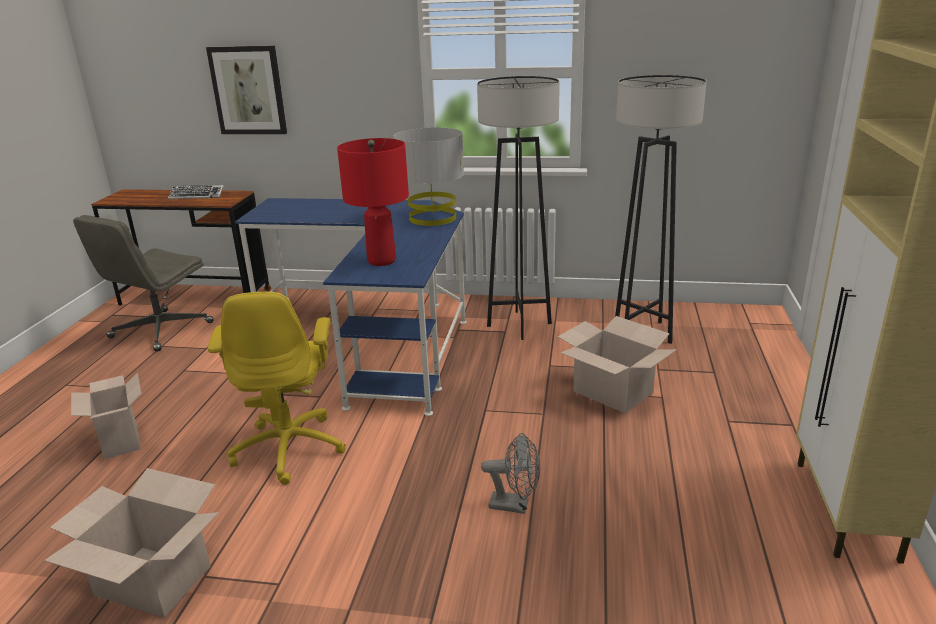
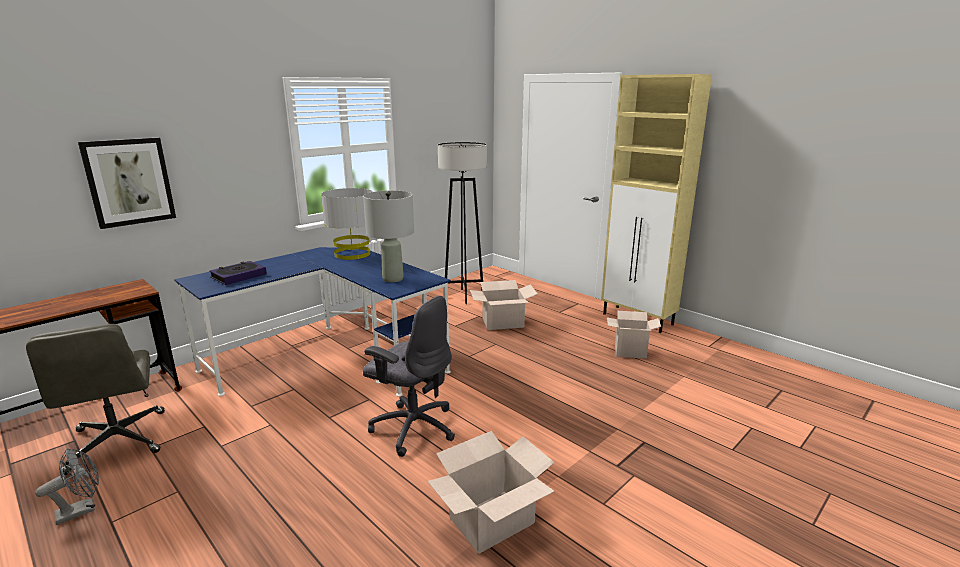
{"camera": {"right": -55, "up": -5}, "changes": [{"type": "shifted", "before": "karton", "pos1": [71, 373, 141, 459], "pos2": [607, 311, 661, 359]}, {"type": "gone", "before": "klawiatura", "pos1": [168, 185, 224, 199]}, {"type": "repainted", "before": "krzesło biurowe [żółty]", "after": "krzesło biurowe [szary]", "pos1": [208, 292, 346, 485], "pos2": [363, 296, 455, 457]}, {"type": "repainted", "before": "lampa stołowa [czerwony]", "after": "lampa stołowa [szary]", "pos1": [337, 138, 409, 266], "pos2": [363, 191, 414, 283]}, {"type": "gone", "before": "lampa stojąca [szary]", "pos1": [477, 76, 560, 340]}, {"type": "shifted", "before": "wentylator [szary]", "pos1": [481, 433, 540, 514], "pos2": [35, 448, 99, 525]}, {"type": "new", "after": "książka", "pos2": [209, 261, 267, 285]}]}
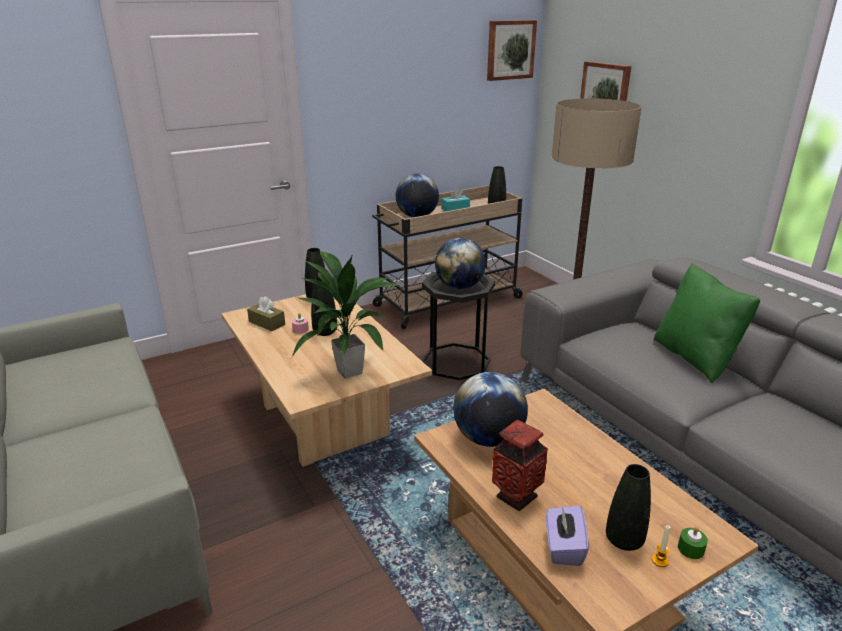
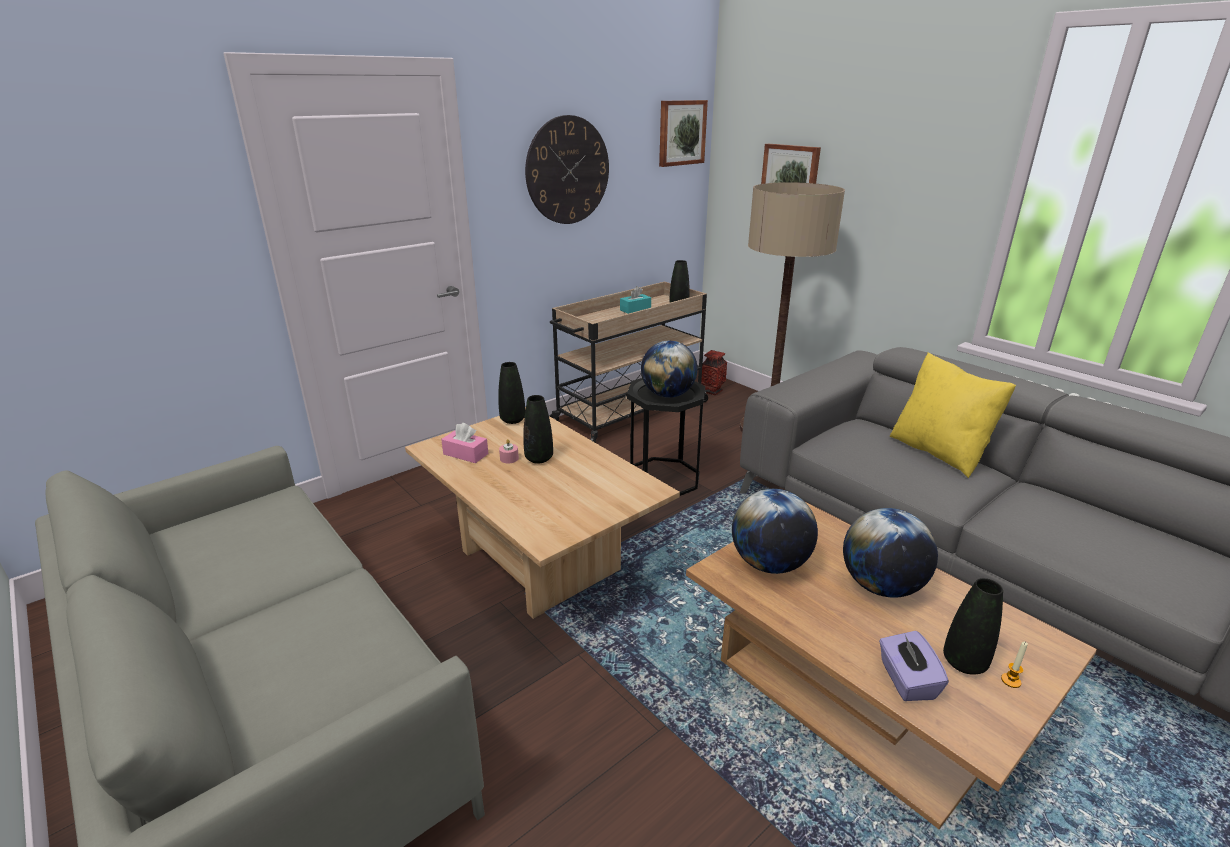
{"camera": {"right": -10, "up": 0}, "changes": [{"type": "repainted", "before": "pudełko chusteczek [brązowy]", "after": "pudełko chusteczek [różowy]", "pos1": [247, 296, 285, 331], "pos2": [441, 423, 488, 463]}, {"type": "gone", "before": "roślina doniczkowa", "pos1": [291, 250, 399, 379]}, {"type": "shifted", "before": "globus", "pos1": [396, 174, 439, 217], "pos2": [843, 508, 938, 598]}, {"type": "shifted", "before": "wazon", "pos1": [492, 420, 548, 511], "pos2": [701, 350, 727, 395]}, {"type": "repainted", "before": "poduszka [zielony]", "after": "poduszka [żółty]", "pos1": [654, 263, 760, 383], "pos2": [890, 352, 1016, 478]}, {"type": "gone", "before": "świeca [zielony]", "pos1": [678, 527, 708, 559]}, {"type": "new", "after": "zegar ścienny", "pos2": [525, 115, 609, 224]}]}
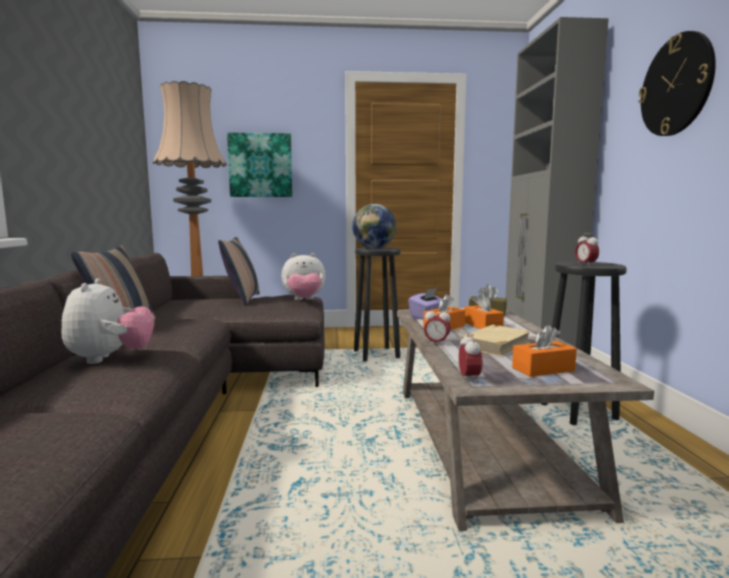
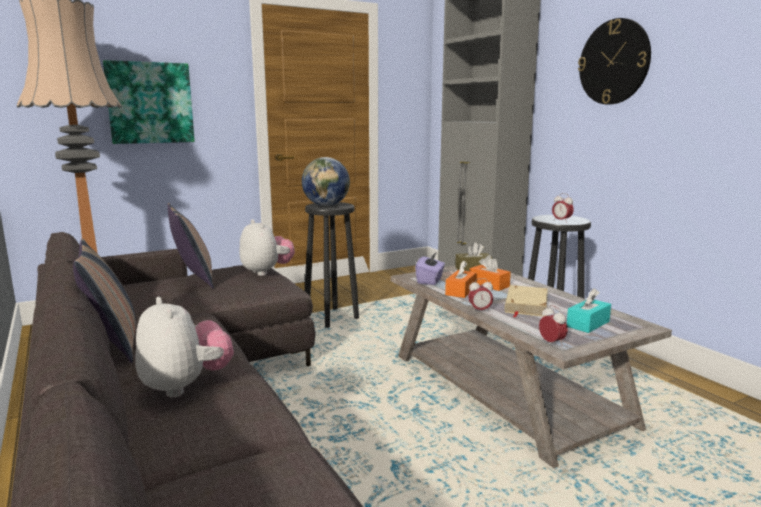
{"camera": {"right": -25, "up": 5}, "changes": [{"type": "rotated", "before": "pluszak", "pos1": [282, 253, 326, 300], "pos2": [240, 219, 295, 276], "turn": -90}, {"type": "repainted", "before": "pudełko chusteczek [pomarańczowy]", "after": "pudełko chusteczek [turkusowy]", "pos1": [512, 325, 577, 377], "pos2": [567, 288, 611, 333]}]}
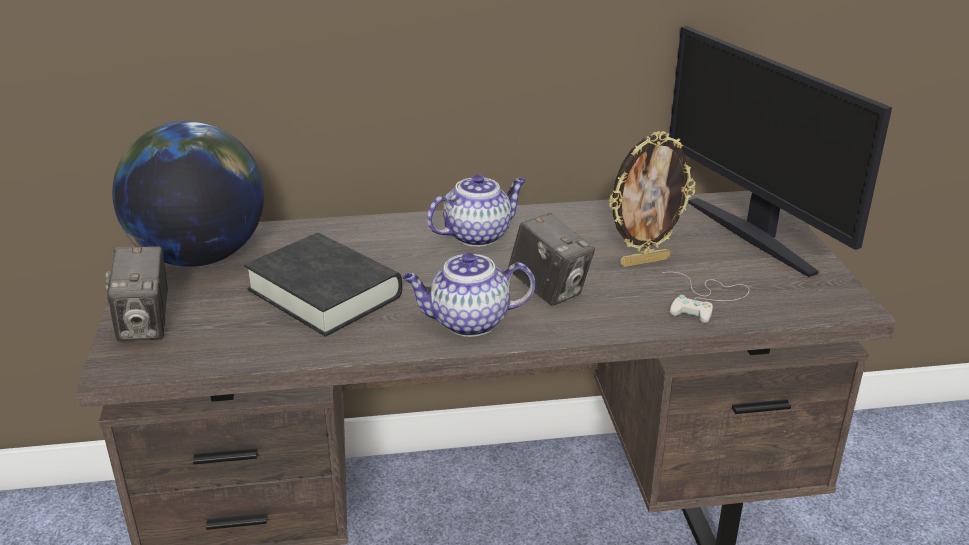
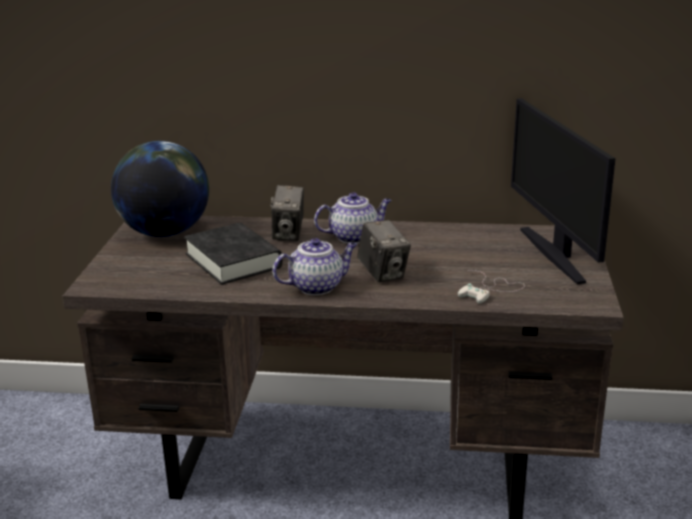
{"camera": {"right": 15, "up": -5}, "changes": [{"type": "shifted", "before": "aparat fotograficzny", "pos1": [106, 246, 168, 341], "pos2": [270, 185, 304, 241]}, {"type": "rotated", "before": "imbryk", "pos1": [402, 253, 535, 337], "pos2": [273, 238, 357, 295], "turn": 150}, {"type": "gone", "before": "ramka na zdjęcie", "pos1": [609, 131, 696, 267]}]}
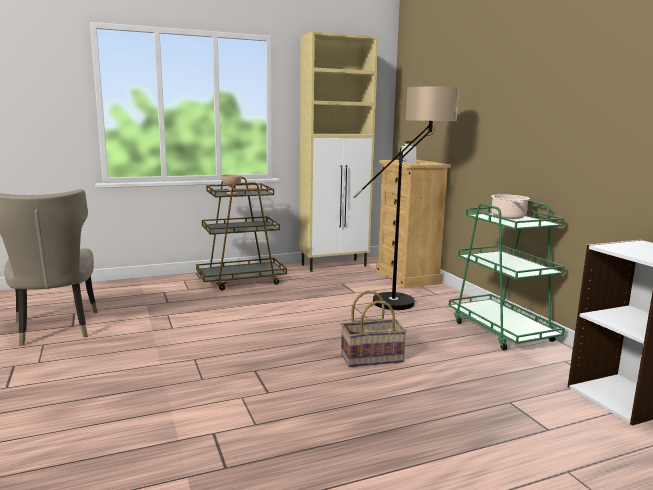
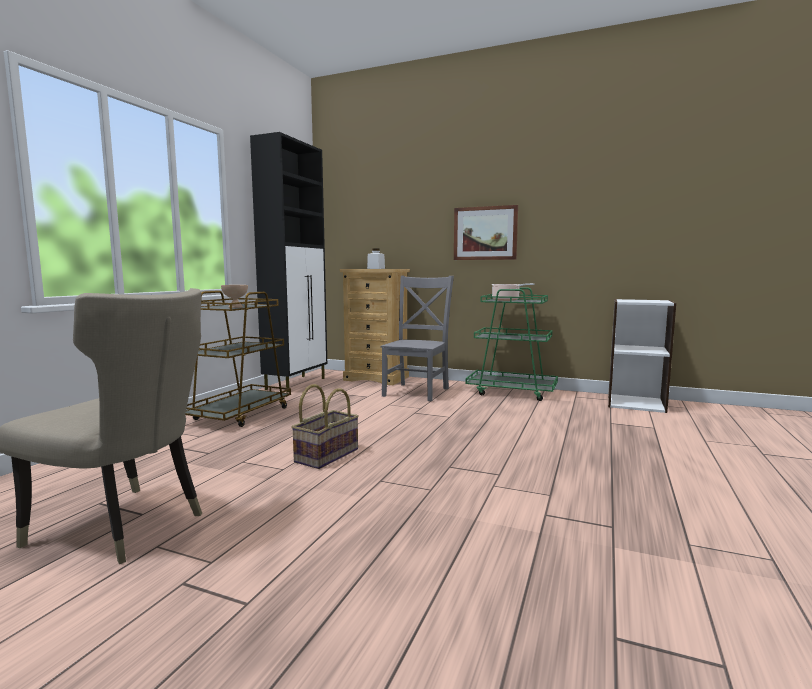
{"camera": {"right": -45, "up": -5}, "changes": [{"type": "repainted", "before": "szafka [beżowy]", "after": "szafka [czarny]", "pos1": [299, 31, 378, 272], "pos2": [250, 132, 327, 392]}, {"type": "shifted", "before": "koszyk", "pos1": [341, 291, 407, 367], "pos2": [291, 384, 359, 469]}, {"type": "swapped", "before": "lampa stojąca", "after": "krzesło [szary]", "pos1": [353, 86, 459, 310], "pos2": [380, 276, 454, 402]}, {"type": "new", "after": "obraz", "pos2": [454, 205, 518, 260]}]}
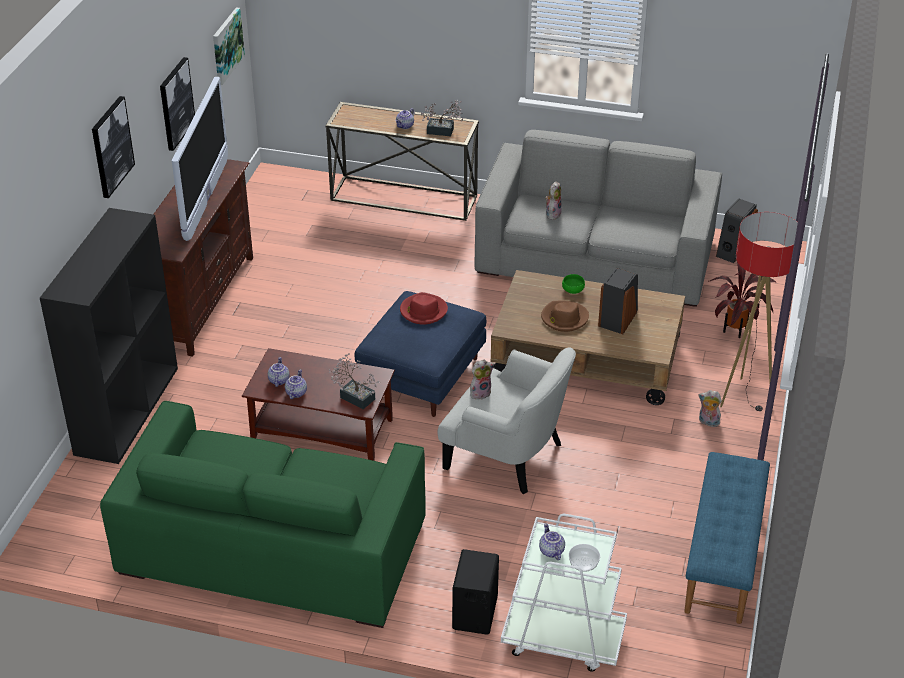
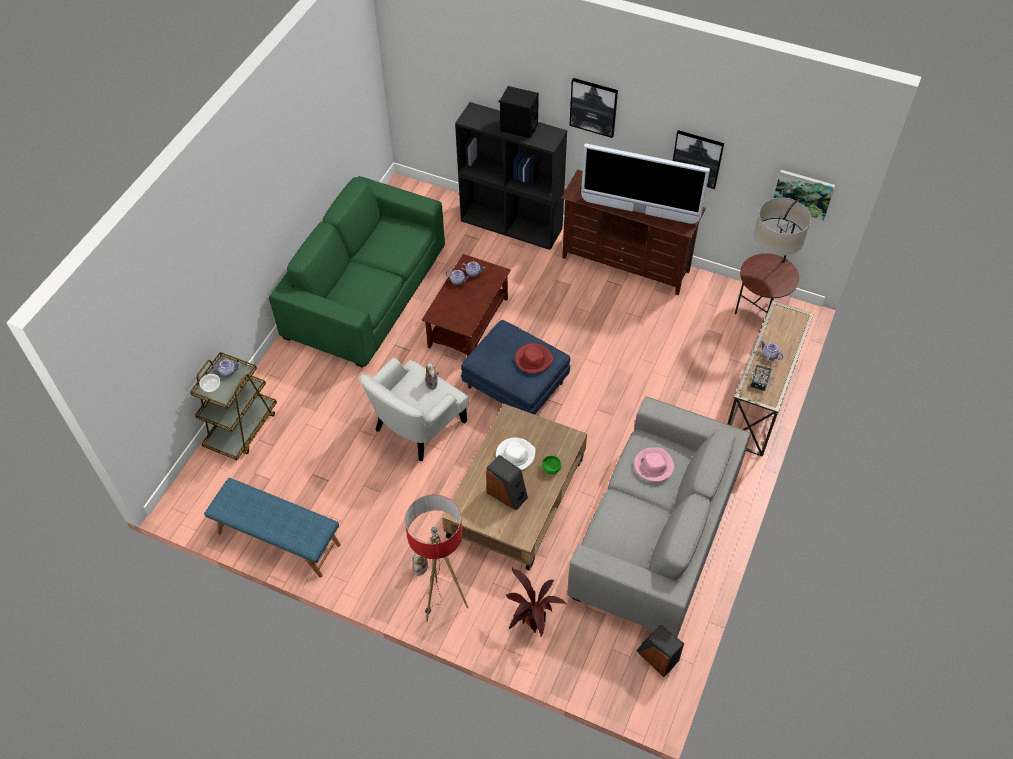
{"camera": {"right": 100, "up": 15}, "changes": [{"type": "gone", "before": "roślina doniczkowa", "pos1": [329, 354, 381, 409]}, {"type": "shifted", "before": "głośnik [czarny]", "pos1": [452, 549, 499, 635], "pos2": [499, 86, 539, 138]}, {"type": "repainted", "before": "wózek [biały]", "after": "wózek [brązowy]", "pos1": [501, 514, 627, 672], "pos2": [190, 352, 277, 460]}, {"type": "repainted", "before": "kapelusz [brązowy]", "after": "kapelusz [biały]", "pos1": [541, 301, 589, 332], "pos2": [496, 438, 536, 470]}, {"type": "swapped", "before": "pluszak", "after": "kapelusz [różowy]", "pos1": [545, 182, 562, 220], "pos2": [634, 447, 674, 482]}, {"type": "new", "after": "lampa stojąca", "pos2": [735, 197, 811, 318]}]}
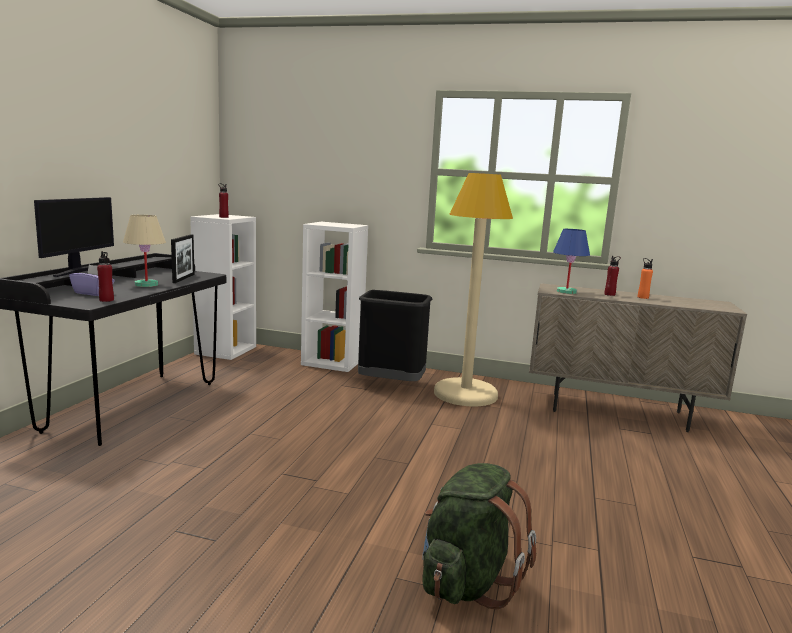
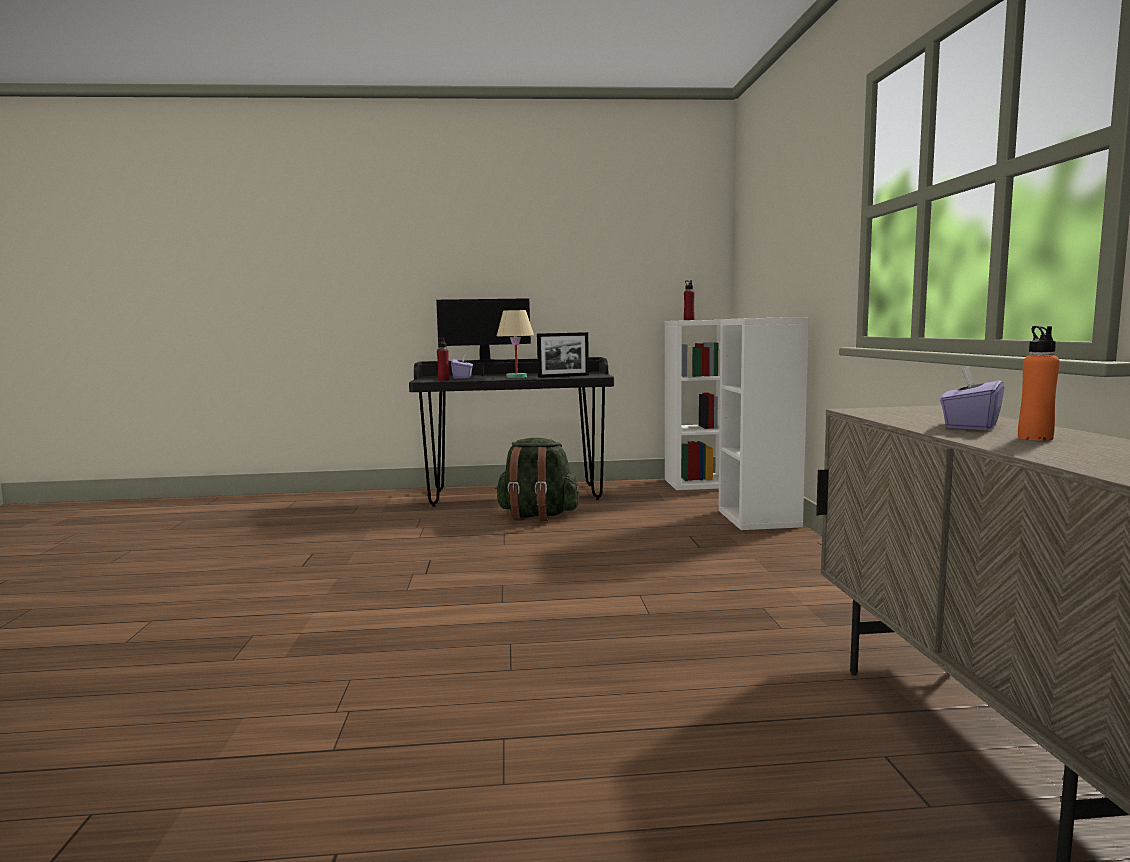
{"camera": {"right": 70, "up": -5}, "changes": [{"type": "gone", "before": "kosz na śmieci [czarny]", "pos1": [358, 290, 432, 381]}, {"type": "shifted", "before": "plecak [zielony]", "pos1": [422, 463, 536, 610], "pos2": [495, 438, 579, 521]}, {"type": "gone", "before": "lampa stojąca [beżowy]", "pos1": [434, 173, 513, 406]}, {"type": "gone", "before": "lampa stołowa [niebieski]", "pos1": [553, 229, 590, 294]}, {"type": "swapped", "before": "butelka [czerwony]", "after": "pudełko chusteczek [fioletowy]", "pos1": [604, 256, 621, 296], "pos2": [940, 366, 1005, 430]}]}
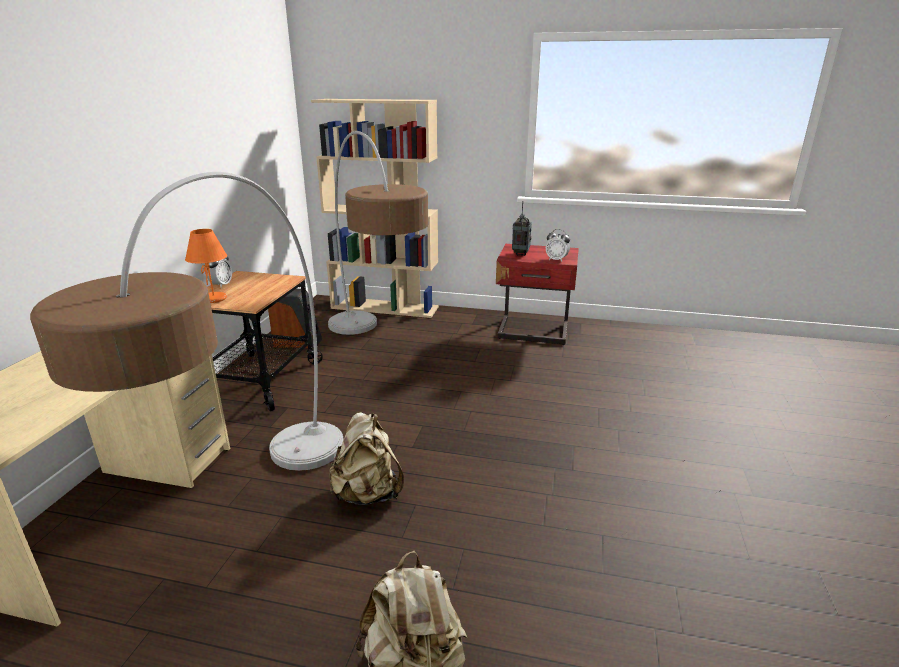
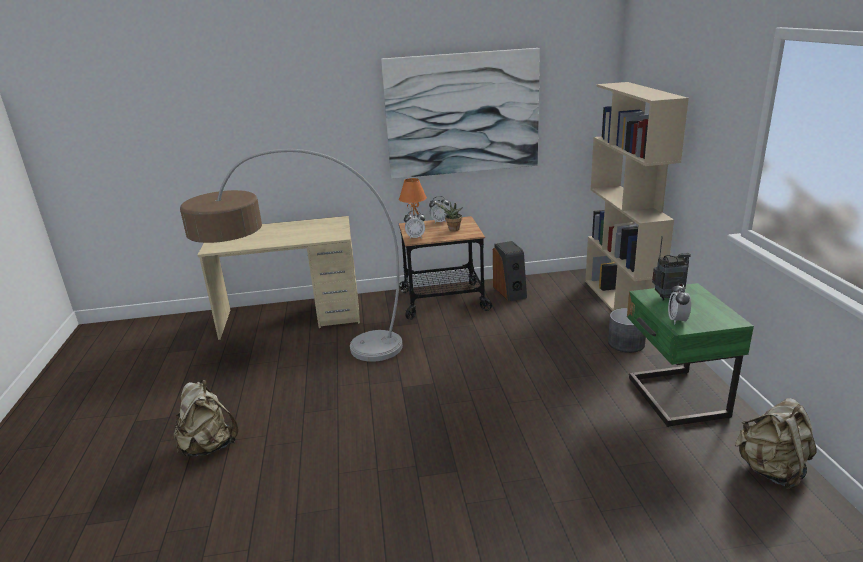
{"camera": {"right": 70, "up": 0}, "changes": [{"type": "gone", "before": "lampa stojąca", "pos1": [328, 131, 428, 335]}, {"type": "shifted", "before": "plecak [beżowy]", "pos1": [329, 412, 404, 505], "pos2": [735, 398, 817, 489]}, {"type": "repainted", "before": "szafka nocna [czerwony]", "after": "szafka nocna [zielony]", "pos1": [496, 244, 579, 345], "pos2": [627, 283, 754, 427]}, {"type": "new", "after": "obraz", "pos2": [381, 48, 540, 179]}, {"type": "new", "after": "budzik", "pos2": [404, 210, 425, 239]}, {"type": "new", "after": "roślina doniczkowa", "pos2": [434, 202, 462, 231]}, {"type": "new", "after": "donica [szary]", "pos2": [608, 308, 646, 353]}]}
